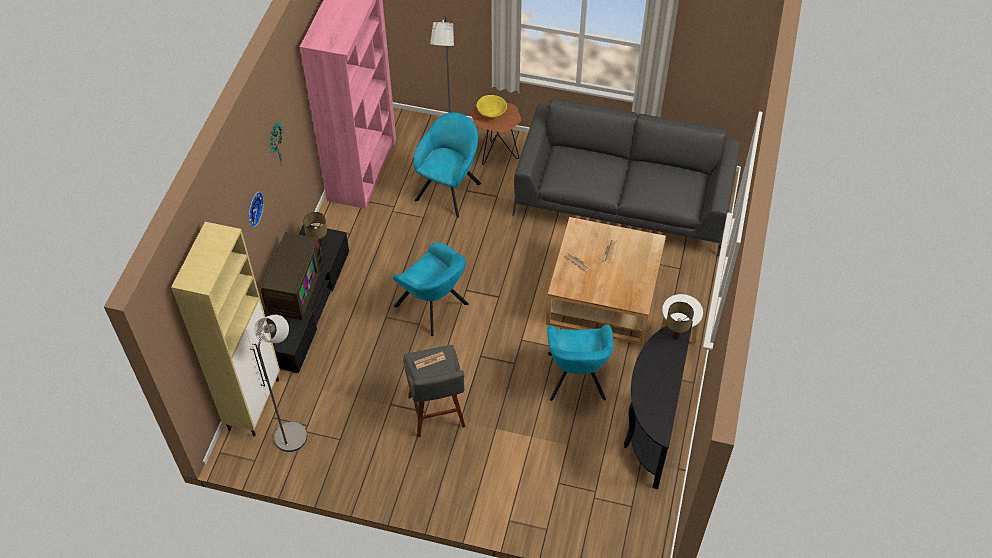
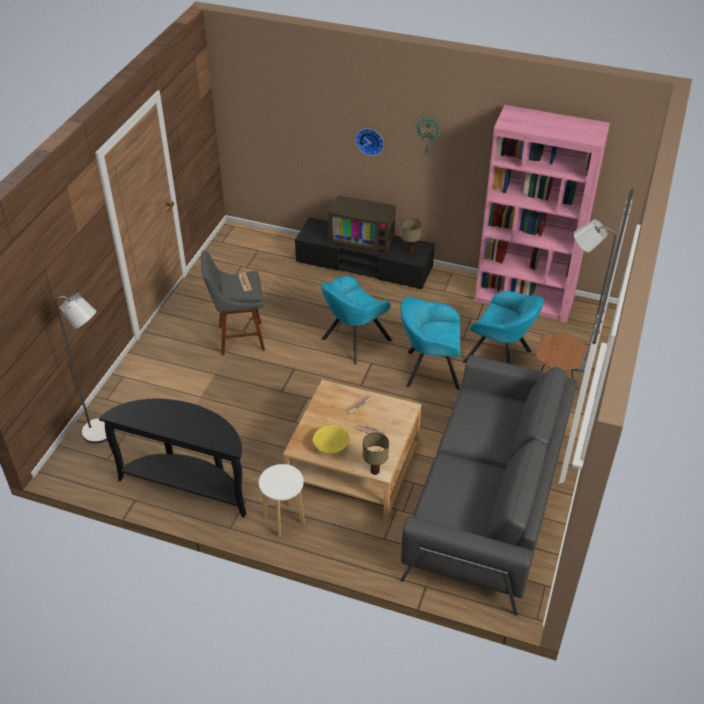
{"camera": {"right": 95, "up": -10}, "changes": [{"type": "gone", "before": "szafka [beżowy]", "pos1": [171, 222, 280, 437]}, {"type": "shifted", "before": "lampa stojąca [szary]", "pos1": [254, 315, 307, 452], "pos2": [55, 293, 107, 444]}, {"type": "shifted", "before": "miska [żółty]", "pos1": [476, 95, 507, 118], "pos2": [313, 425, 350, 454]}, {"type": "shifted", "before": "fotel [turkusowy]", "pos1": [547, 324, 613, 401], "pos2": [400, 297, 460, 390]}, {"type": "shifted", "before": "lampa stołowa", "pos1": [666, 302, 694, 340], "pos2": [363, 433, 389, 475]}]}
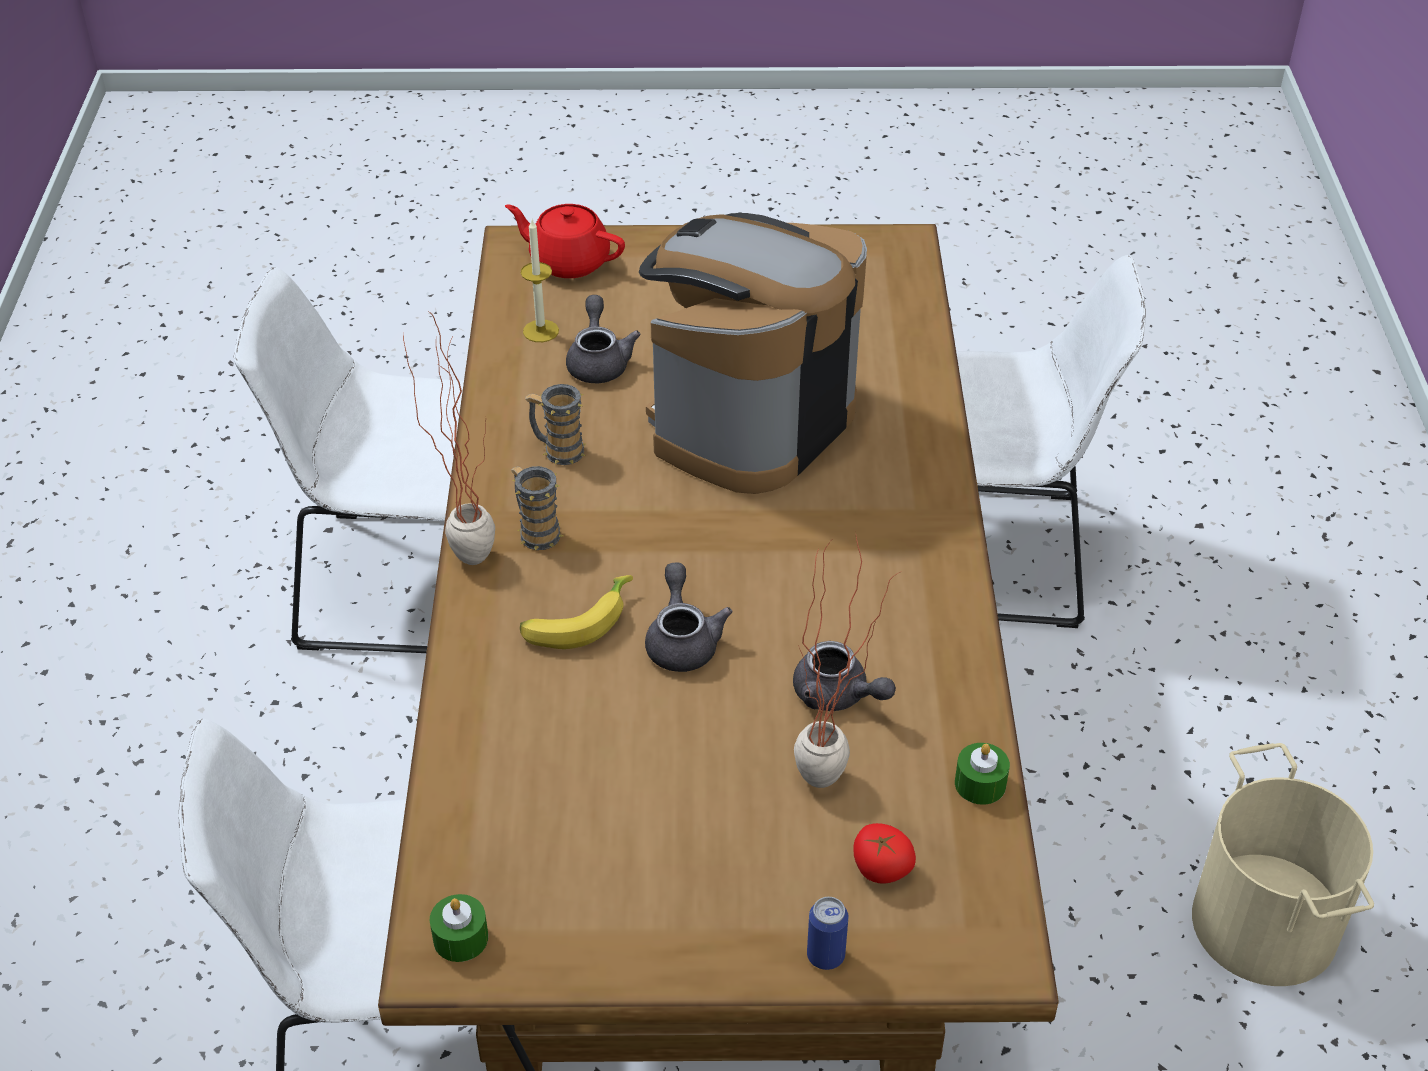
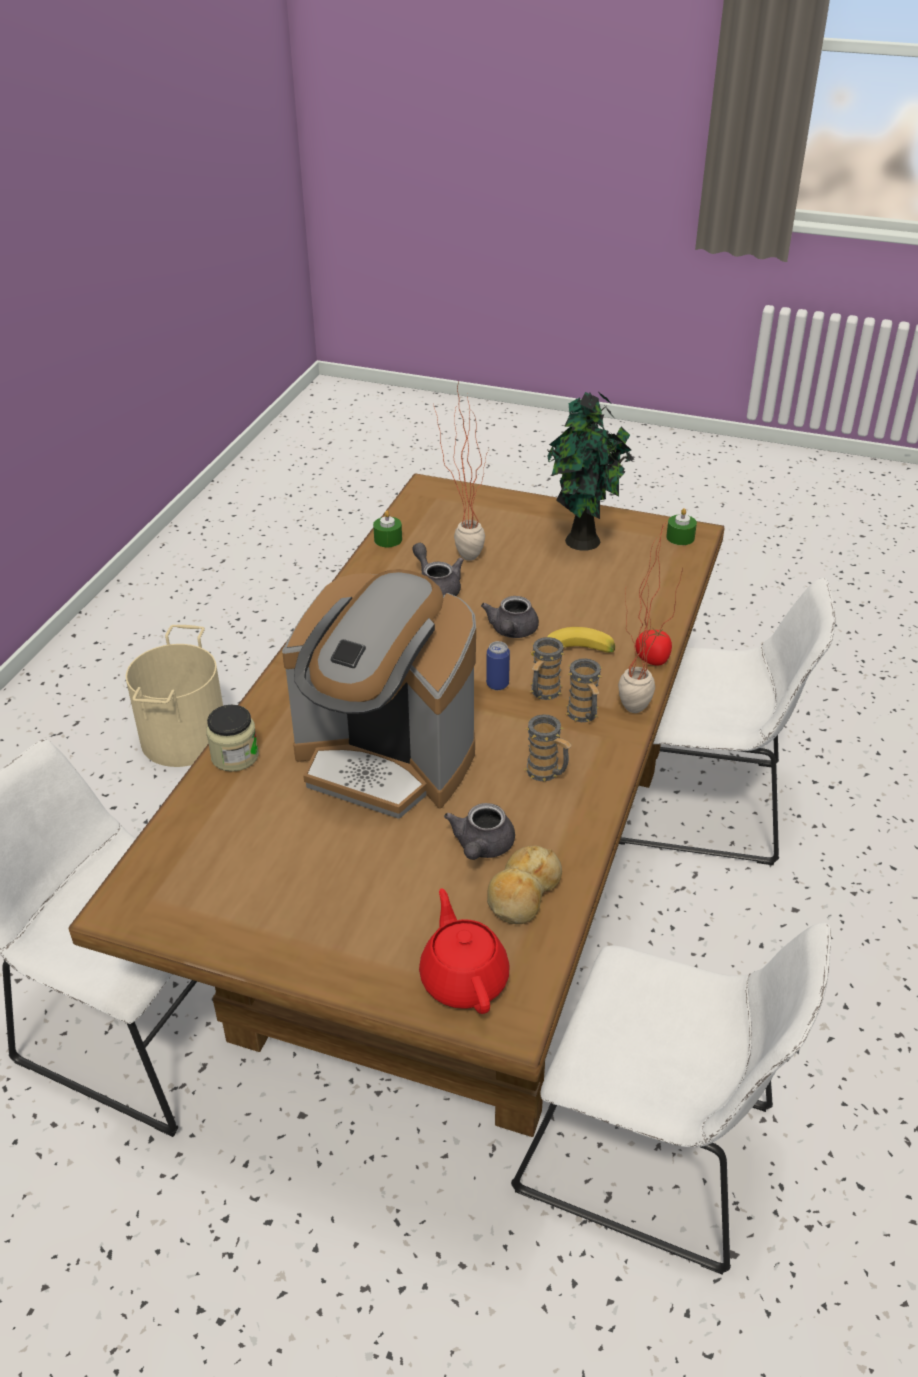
{"camera": {"right": -160, "up": -5}, "changes": [{"type": "rotated", "before": "imbryk [czerwony]", "pos1": [505, 204, 625, 278], "pos2": [419, 888, 510, 1014], "turn": -150}, {"type": "swapped", "before": "świeca", "after": "chleb", "pos1": [521, 220, 559, 342], "pos2": [487, 846, 562, 924]}, {"type": "rotated", "before": "ekspres do kawy", "pos1": [639, 213, 867, 494], "pos2": [282, 569, 476, 819], "turn": 60}, {"type": "shifted", "before": "puszka", "pos1": [807, 897, 848, 970], "pos2": [486, 641, 510, 690]}, {"type": "shifted", "before": "pomidor", "pos1": [853, 823, 916, 884], "pos2": [635, 628, 672, 666]}, {"type": "new", "after": "słoik", "pos2": [206, 705, 259, 772]}, {"type": "new", "after": "kubek", "pos2": [530, 637, 565, 700]}, {"type": "new", "after": "roślina doniczkowa", "pos2": [547, 392, 634, 551]}]}
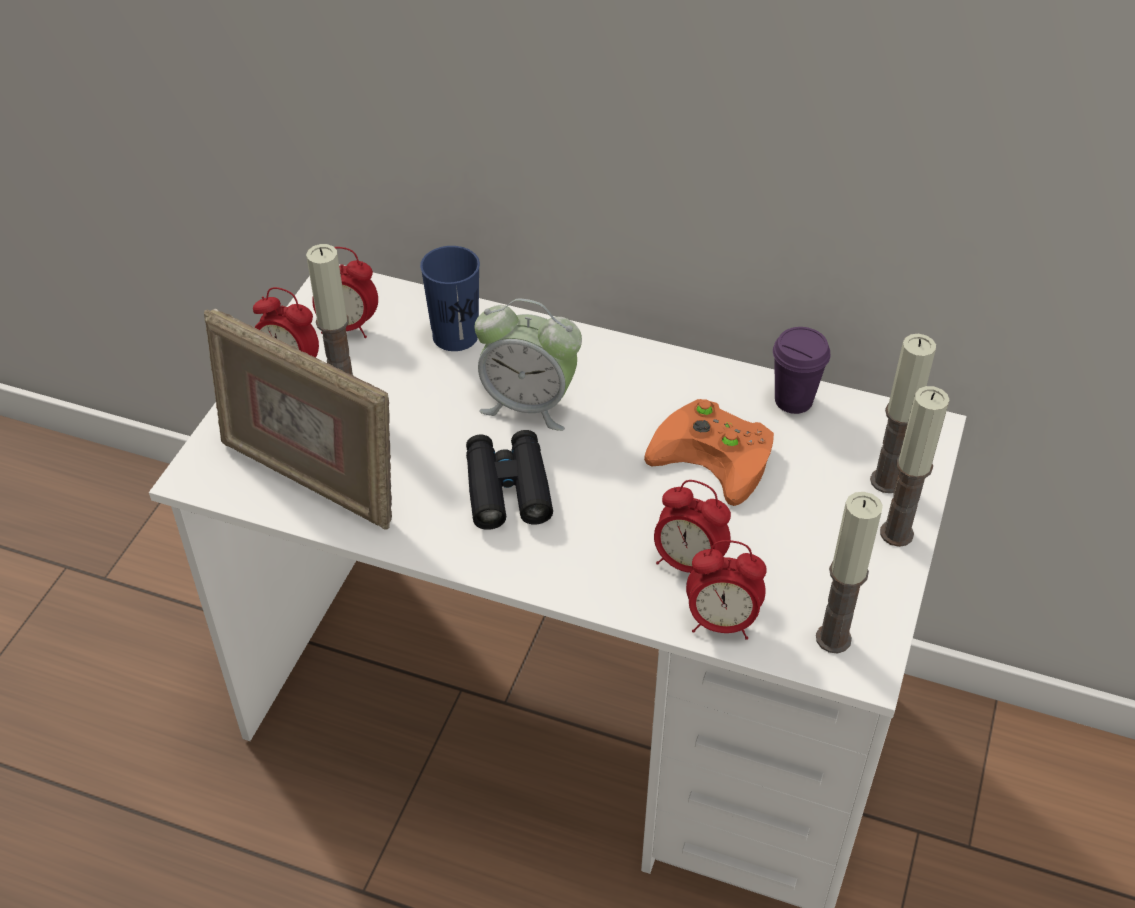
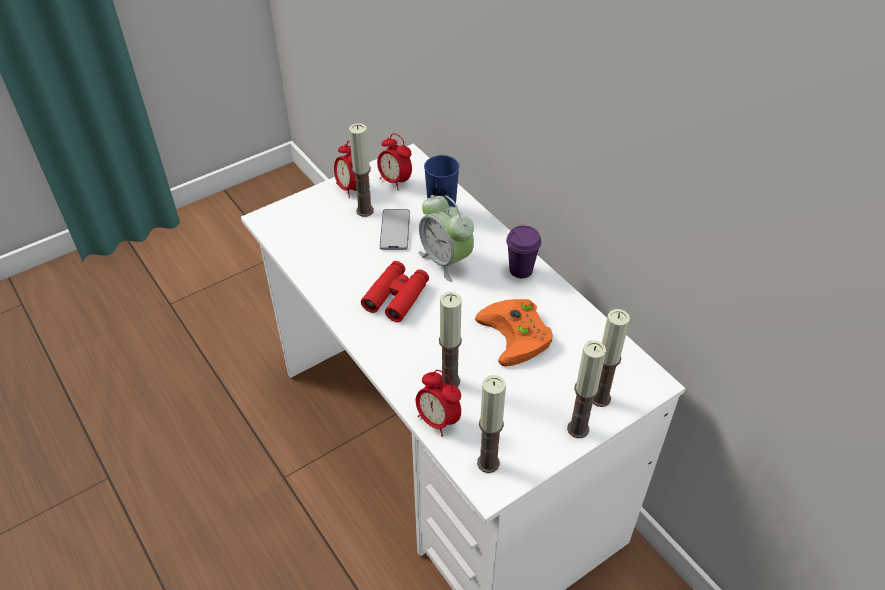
{"camera": {"right": 35, "up": 0}, "changes": [{"type": "gone", "before": "ramka na zdjęcie", "pos1": [204, 308, 392, 530]}, {"type": "repainted", "before": "lornetka [czarny]", "after": "lornetka [czerwony]", "pos1": [466, 430, 553, 530], "pos2": [361, 261, 429, 322]}, {"type": "swapped", "before": "budzik", "after": "świeca", "pos1": [654, 480, 731, 573], "pos2": [439, 292, 462, 387]}, {"type": "shifted", "before": "filiżanka [fioletowy]", "pos1": [773, 327, 830, 414], "pos2": [506, 225, 541, 278]}, {"type": "new", "after": "telefon", "pos2": [380, 209, 410, 250]}]}
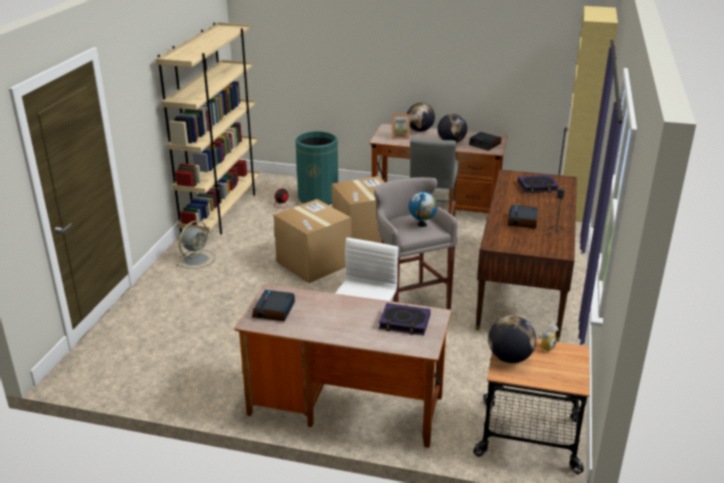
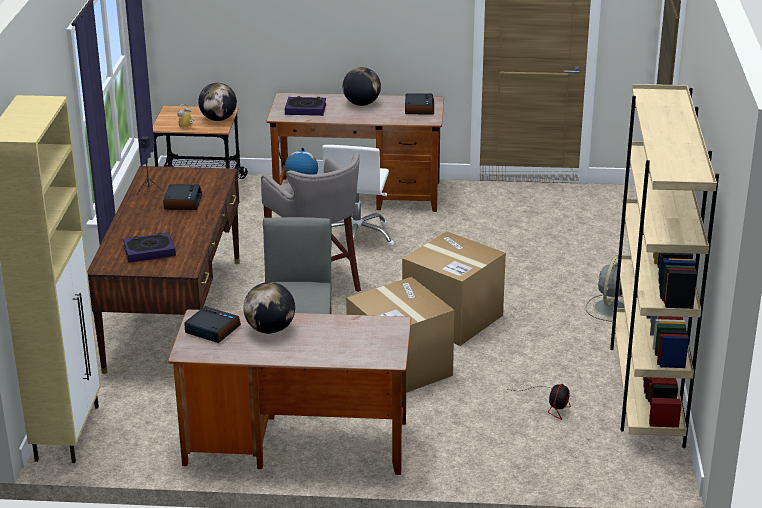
{"camera": {"right": 170, "up": 0}, "changes": [{"type": "gone", "before": "kosz na śmieci [zielony]", "pos1": [296, 132, 338, 205]}, {"type": "gone", "before": "ramka na zdjęcie", "pos1": [392, 114, 410, 140]}, {"type": "shifted", "before": "globus", "pos1": [407, 103, 435, 132], "pos2": [343, 67, 381, 106]}]}
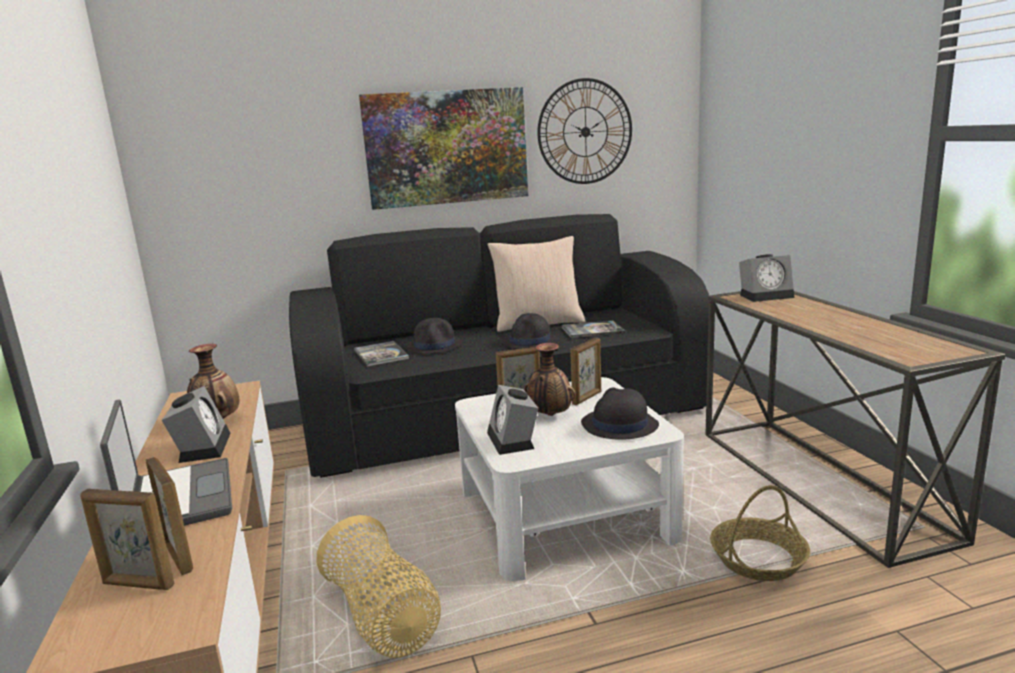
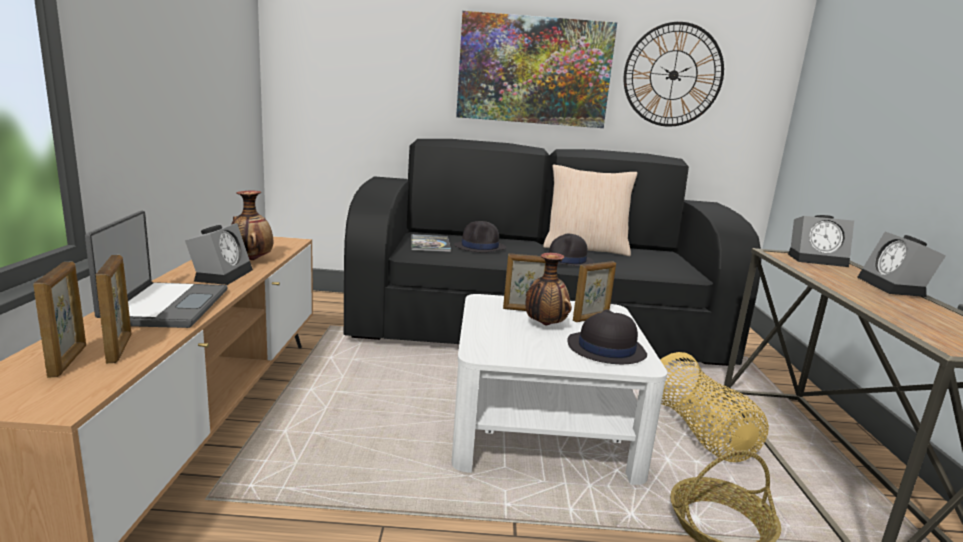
{"camera": {"right": 15, "up": 0}, "changes": [{"type": "rotated", "before": "ramka na zdjęcie", "pos1": [80, 489, 175, 590], "pos2": [33, 262, 86, 378], "turn": -135}, {"type": "shifted", "before": "koszyk", "pos1": [317, 515, 441, 658], "pos2": [661, 352, 769, 462]}, {"type": "shifted", "before": "budzik", "pos1": [487, 385, 539, 455], "pos2": [857, 232, 946, 297]}, {"type": "gone", "before": "książka", "pos1": [561, 321, 625, 338]}]}
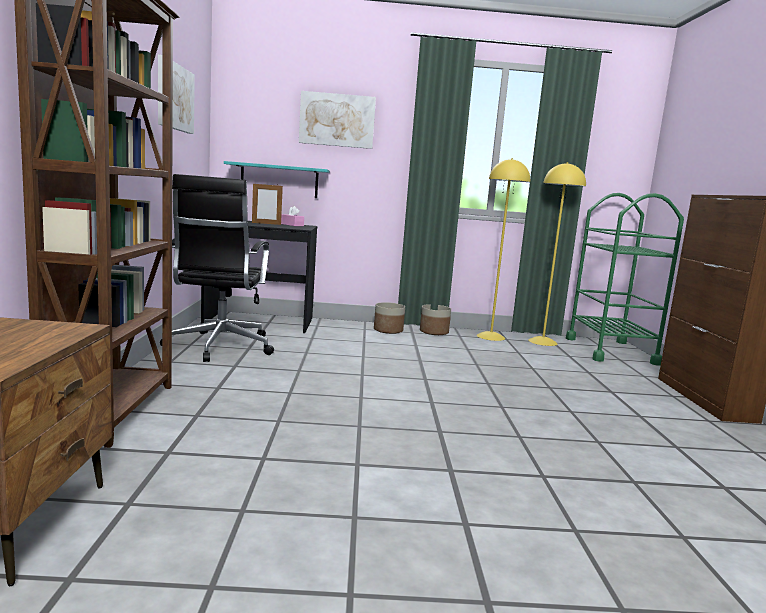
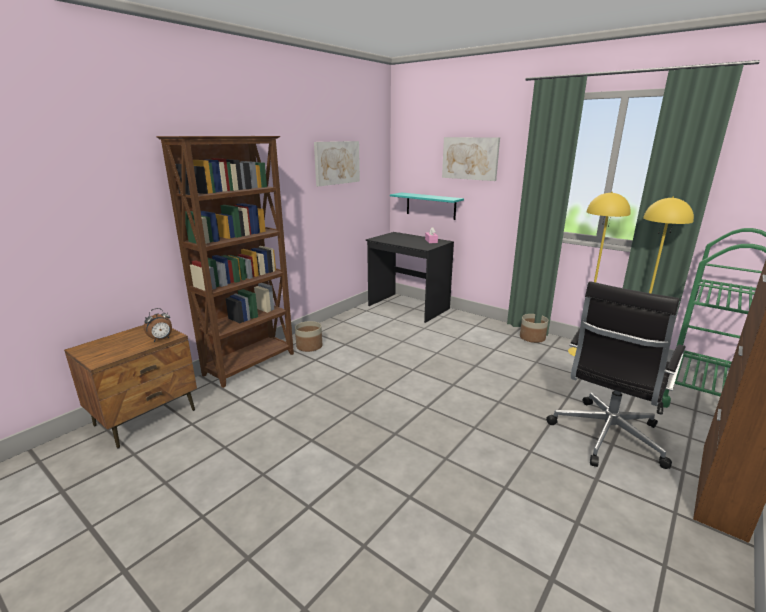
{"camera": {"right": 40, "up": 10}, "changes": [{"type": "shifted", "before": "krzesło biurowe [czarny]", "pos1": [160, 174, 274, 362], "pos2": [546, 281, 686, 469]}, {"type": "gone", "before": "ramka na zdjęcie", "pos1": [252, 184, 283, 225]}, {"type": "shifted", "before": "donica", "pos1": [374, 302, 405, 334], "pos2": [295, 321, 322, 352]}, {"type": "new", "after": "budzik", "pos2": [144, 308, 172, 342]}]}
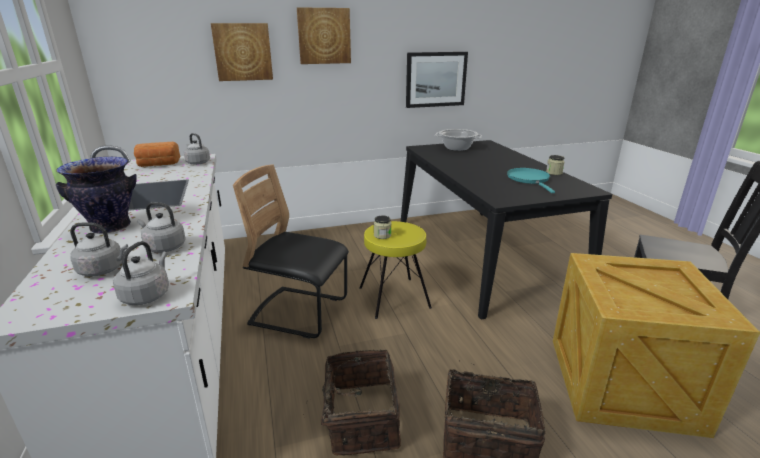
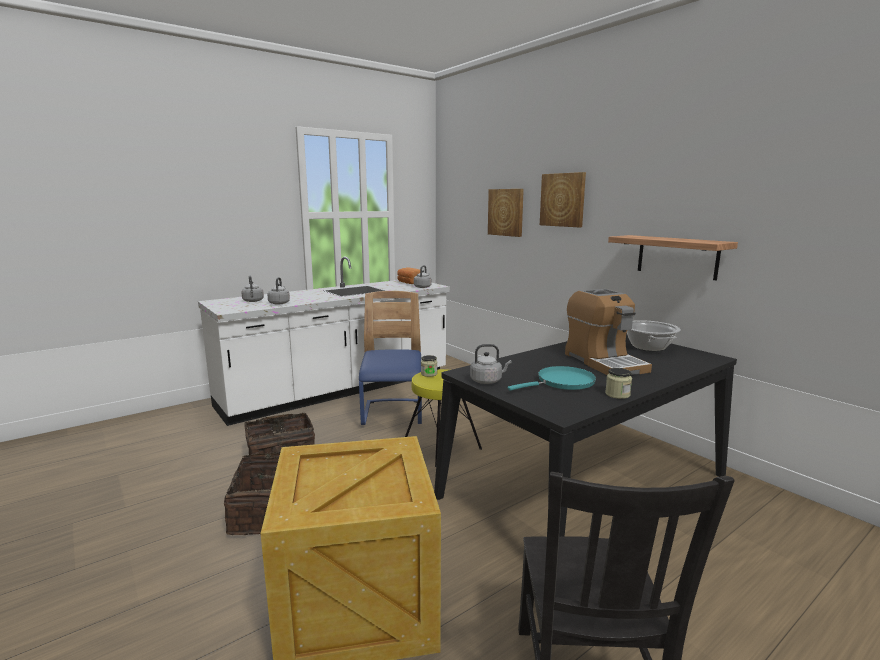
{"camera": {"right": 70, "up": -10}, "changes": [{"type": "gone", "before": "wazon", "pos1": [56, 157, 137, 234]}, {"type": "shifted", "before": "czajnik [szary]", "pos1": [113, 241, 169, 305], "pos2": [470, 344, 512, 384]}, {"type": "repainted", "before": "krzesło [czarny]", "after": "krzesło [niebieski]", "pos1": [233, 164, 349, 339], "pos2": [359, 291, 422, 425]}, {"type": "swapped", "before": "obraz", "after": "półka", "pos1": [406, 52, 468, 108], "pos2": [608, 235, 738, 280]}, {"type": "new", "after": "ekspres do kawy", "pos2": [565, 289, 652, 375]}]}
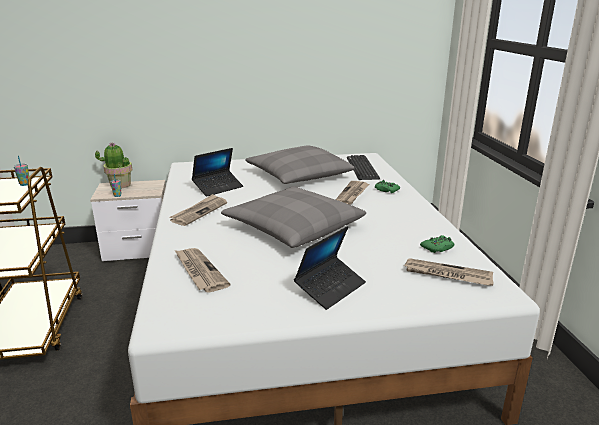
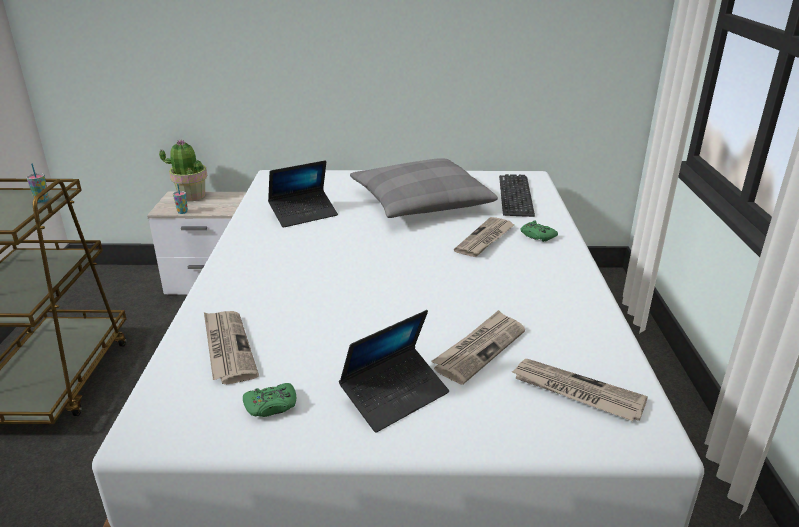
{"camera": {"right": 10, "up": 5}, "changes": [{"type": "shifted", "before": "gazeta", "pos1": [169, 194, 227, 226], "pos2": [431, 310, 525, 385]}, {"type": "gone", "before": "poduszka [szary]", "pos1": [221, 186, 366, 248]}, {"type": "shifted", "before": "pad do gier [zielony]", "pos1": [420, 235, 455, 253], "pos2": [243, 383, 296, 417]}]}
